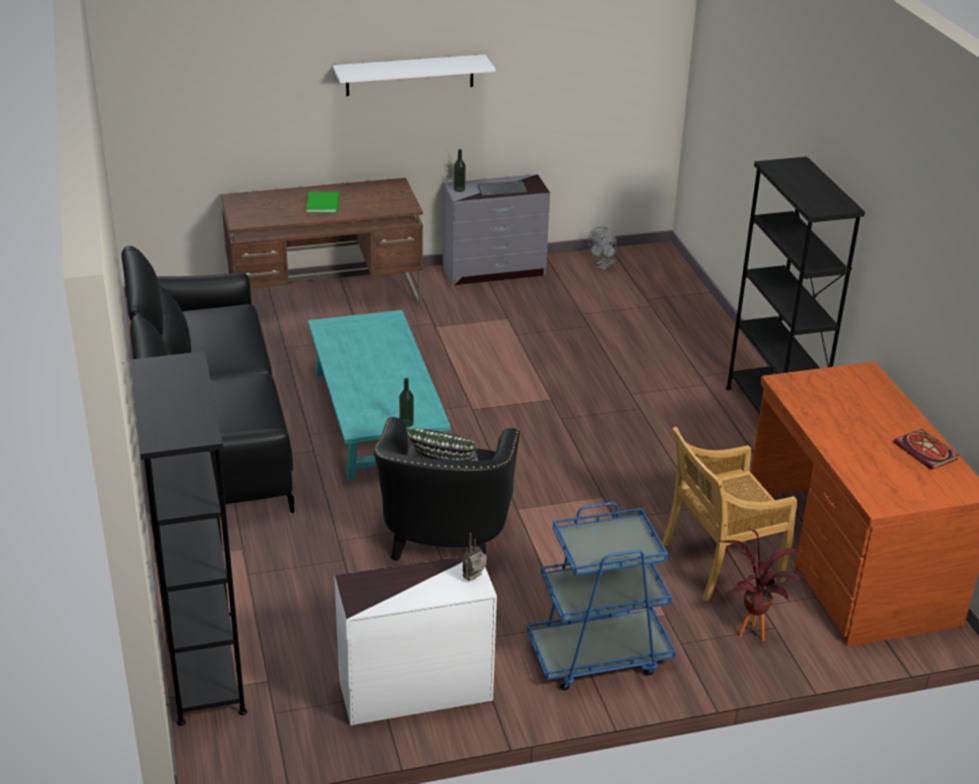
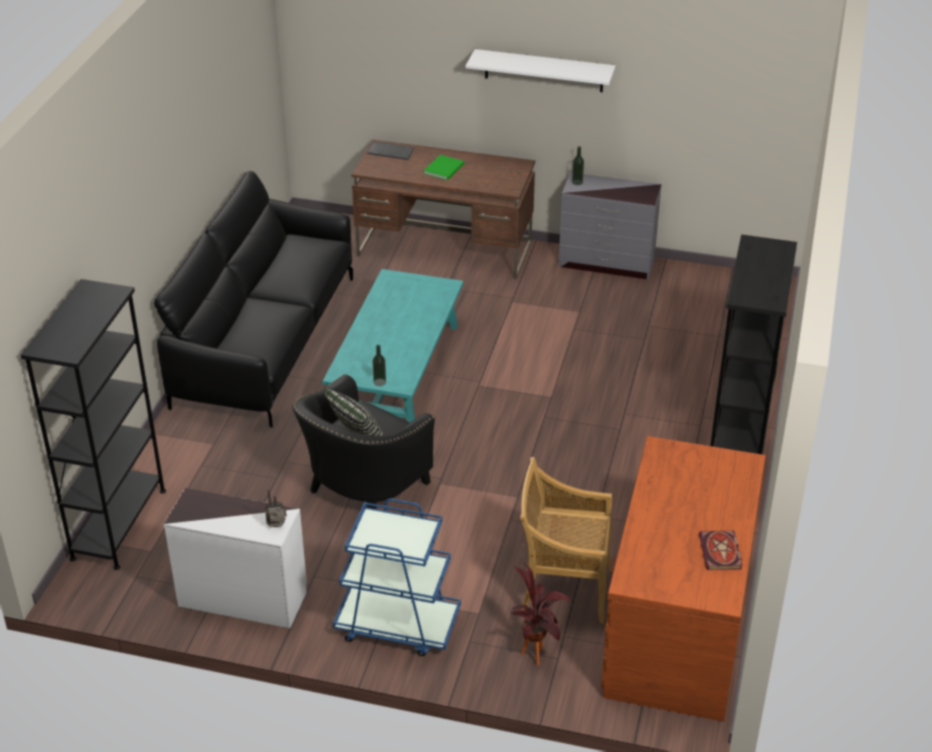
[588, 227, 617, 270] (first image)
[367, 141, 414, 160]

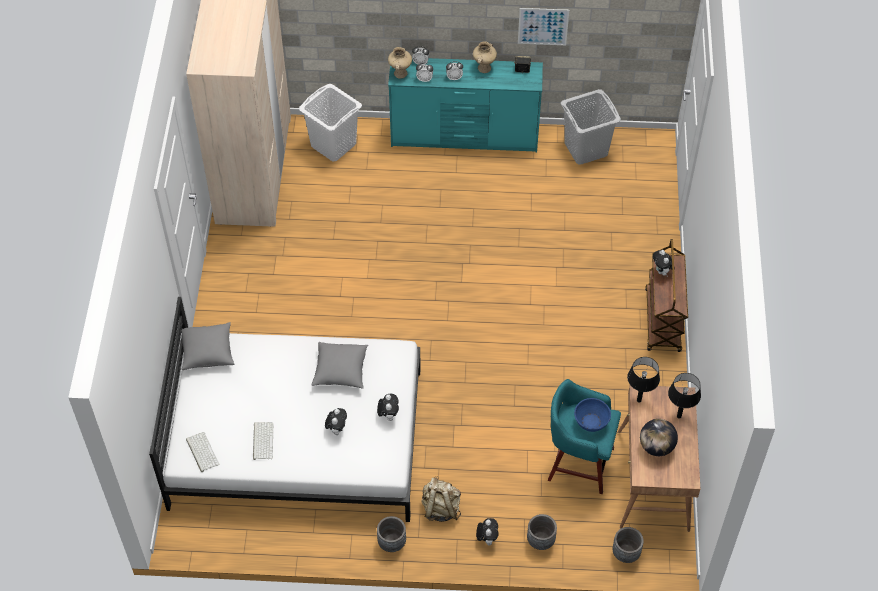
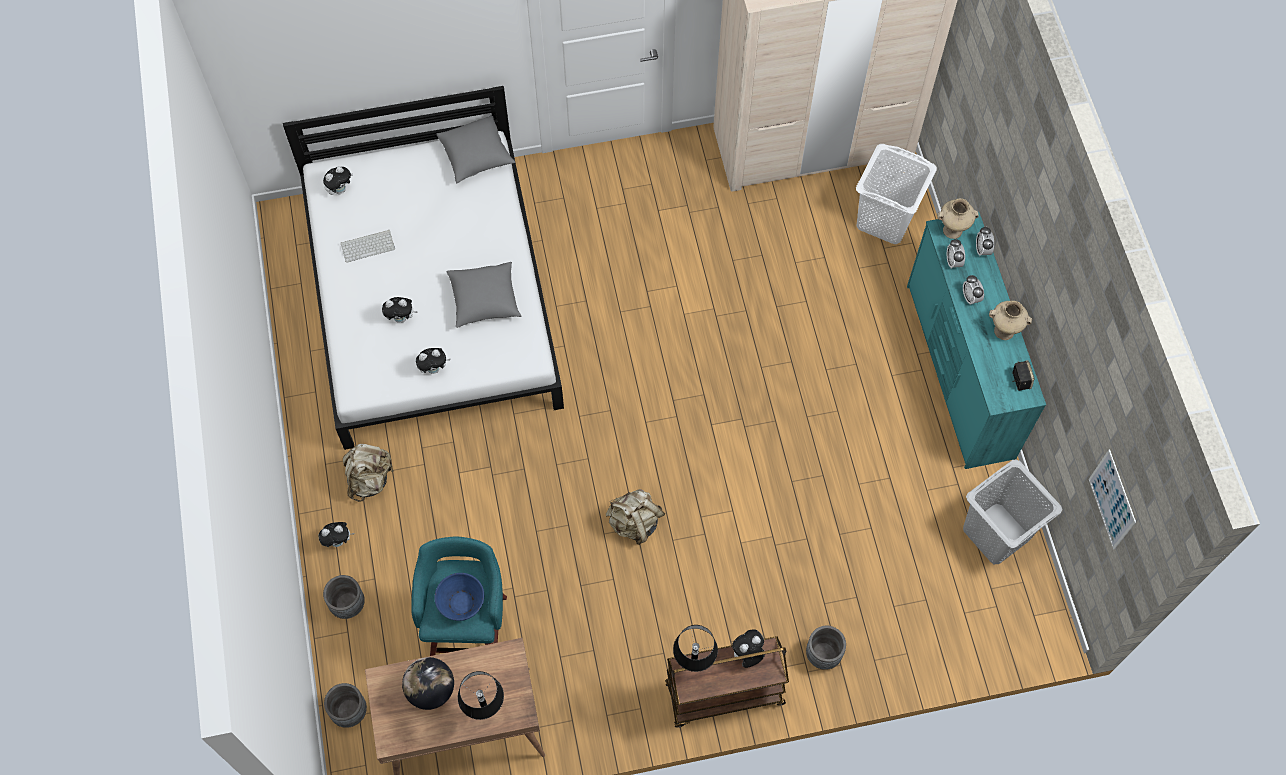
[606, 489, 665, 545]
[806, 626, 846, 670]
[1089, 449, 1136, 550]
[673, 625, 718, 672]
[323, 166, 353, 195]

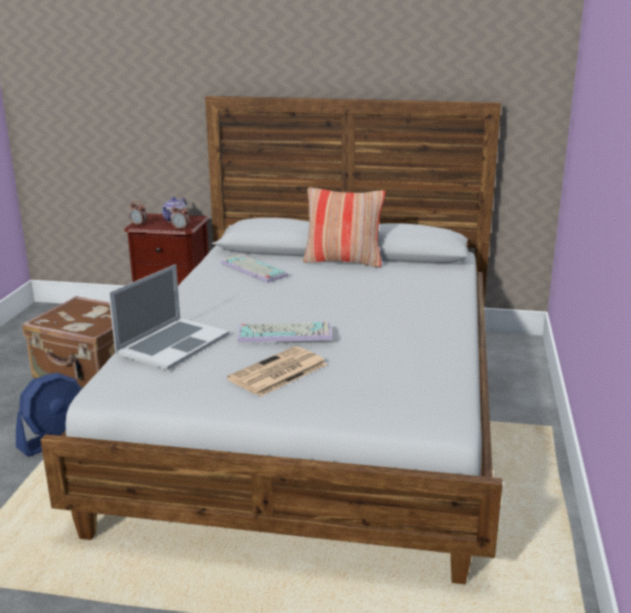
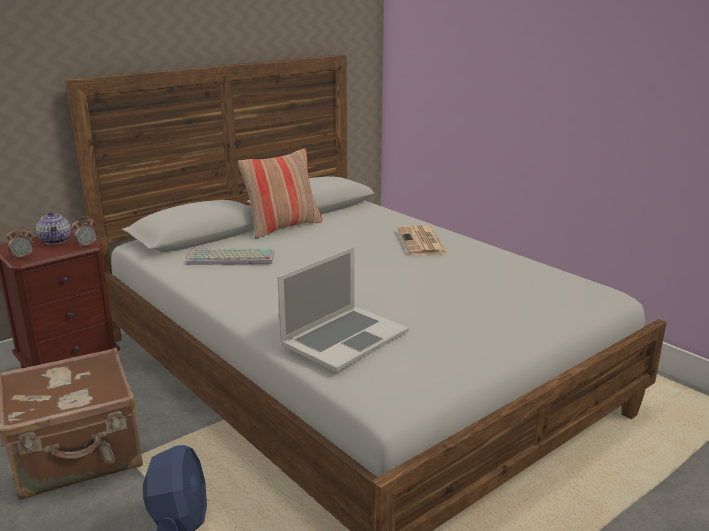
[237, 322, 332, 343] (first image)
[397, 225, 447, 256]
[277, 247, 409, 372]

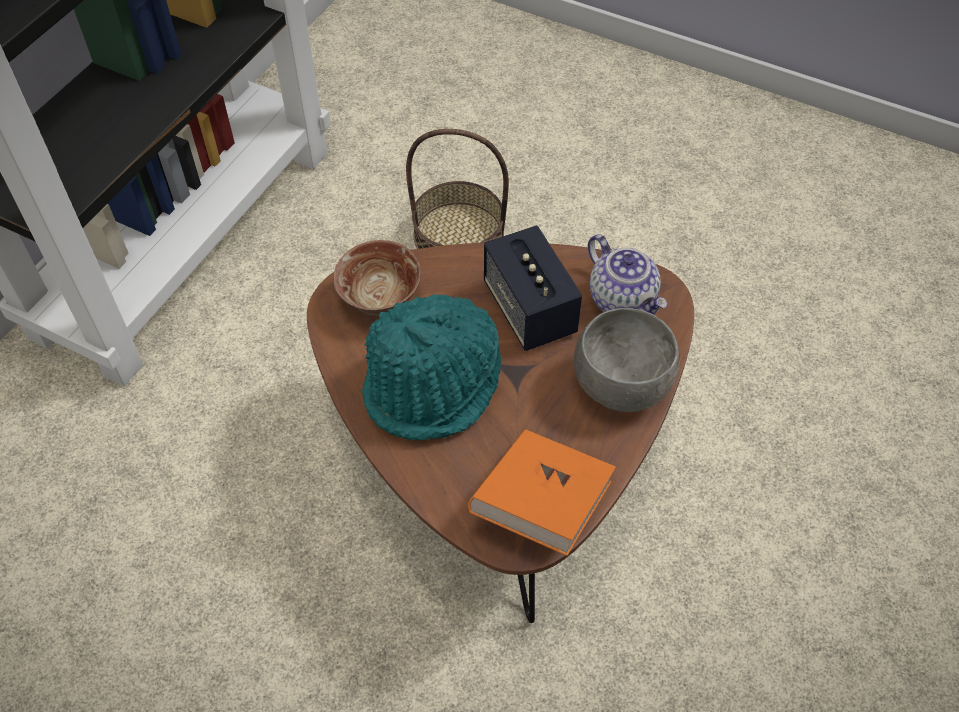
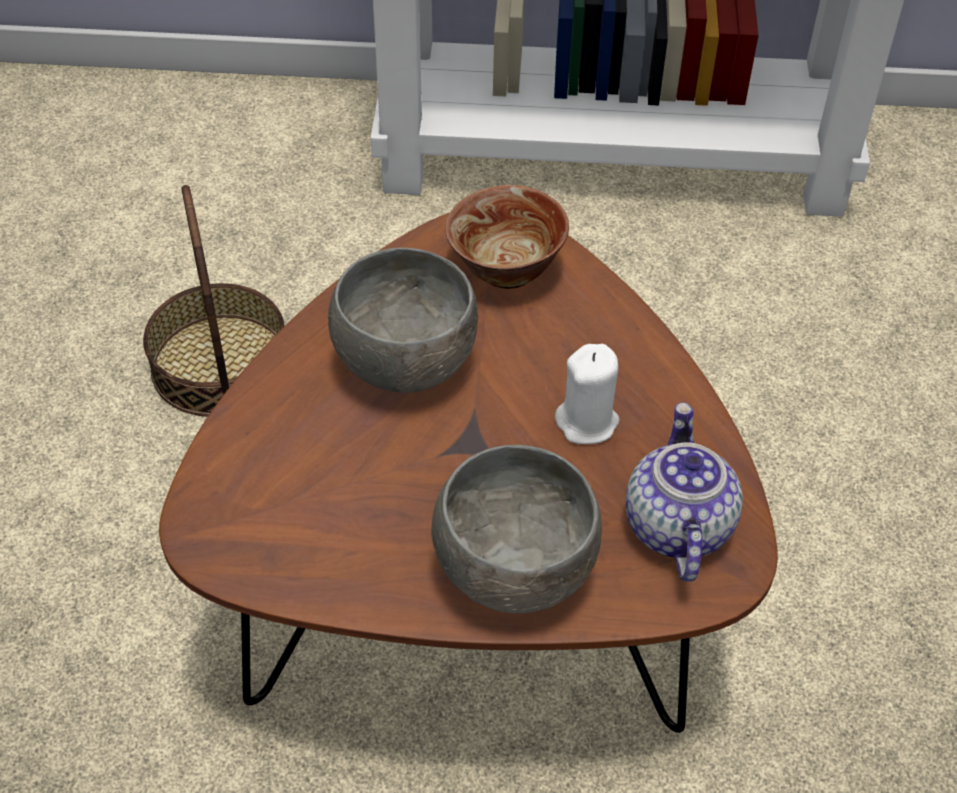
[468, 429, 616, 556] (first image)
[143, 185, 284, 417]
[328, 248, 478, 393]
[555, 344, 620, 444]
[625, 402, 743, 582]

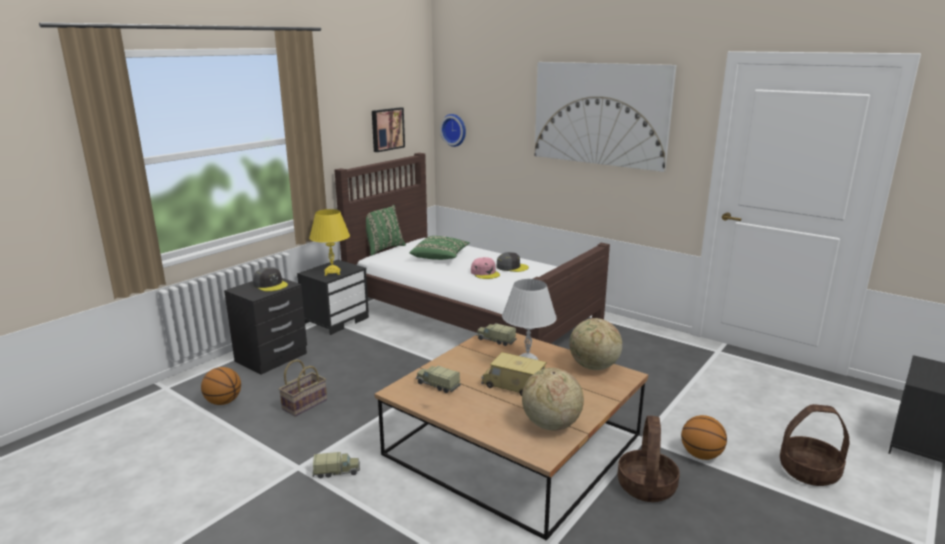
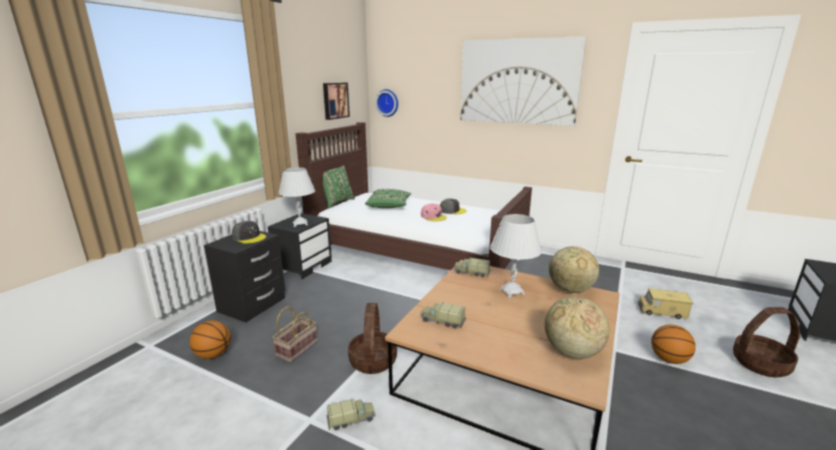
[638, 288, 693, 319]
[348, 303, 397, 374]
[278, 167, 315, 227]

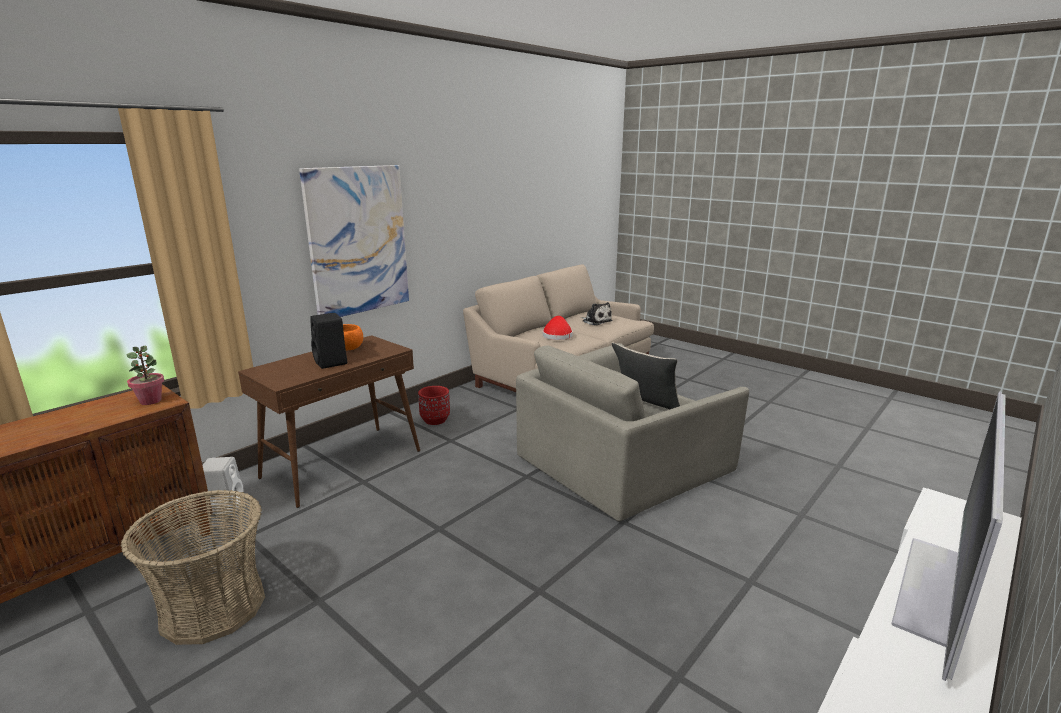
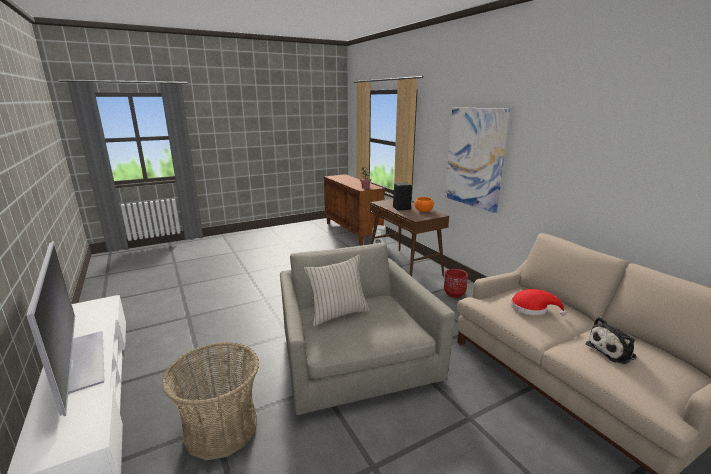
[162, 342, 259, 460]

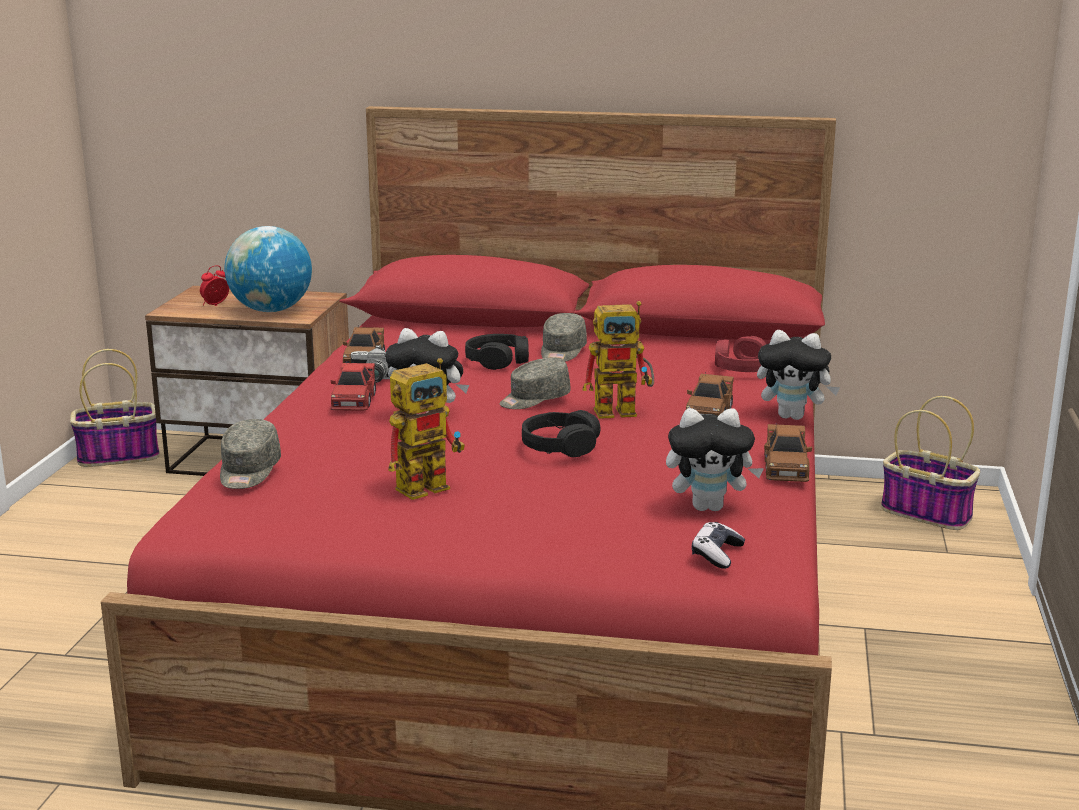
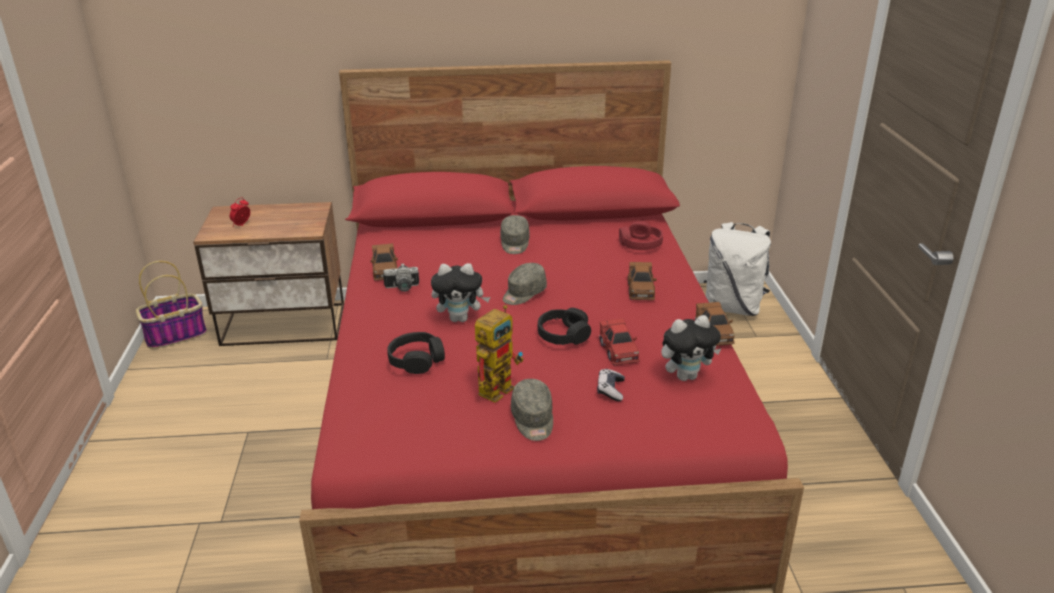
[225, 226, 312, 312] (first image)
[582, 301, 654, 419] (first image)
[757, 330, 840, 420] (first image)
[511, 379, 553, 441]
[599, 318, 640, 365]
[388, 332, 445, 374]
[597, 369, 625, 401]
[704, 222, 771, 316]

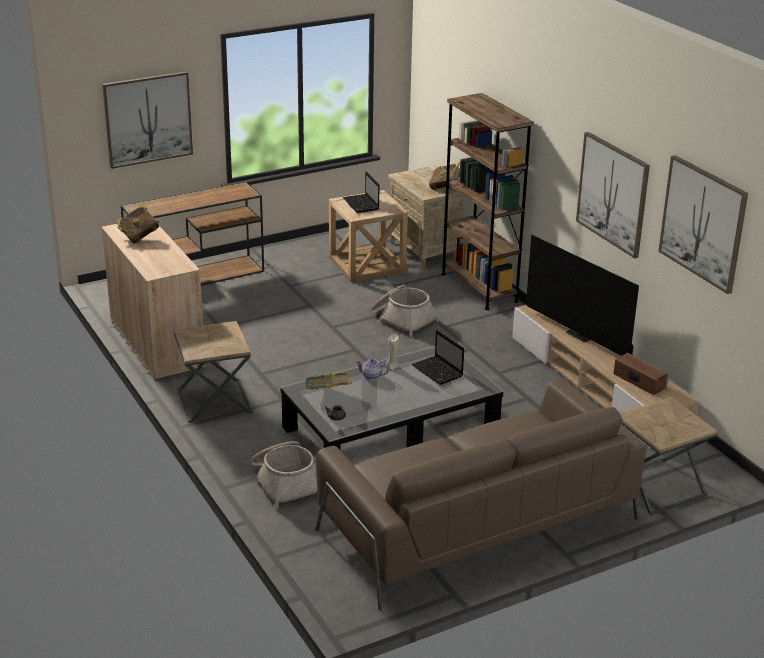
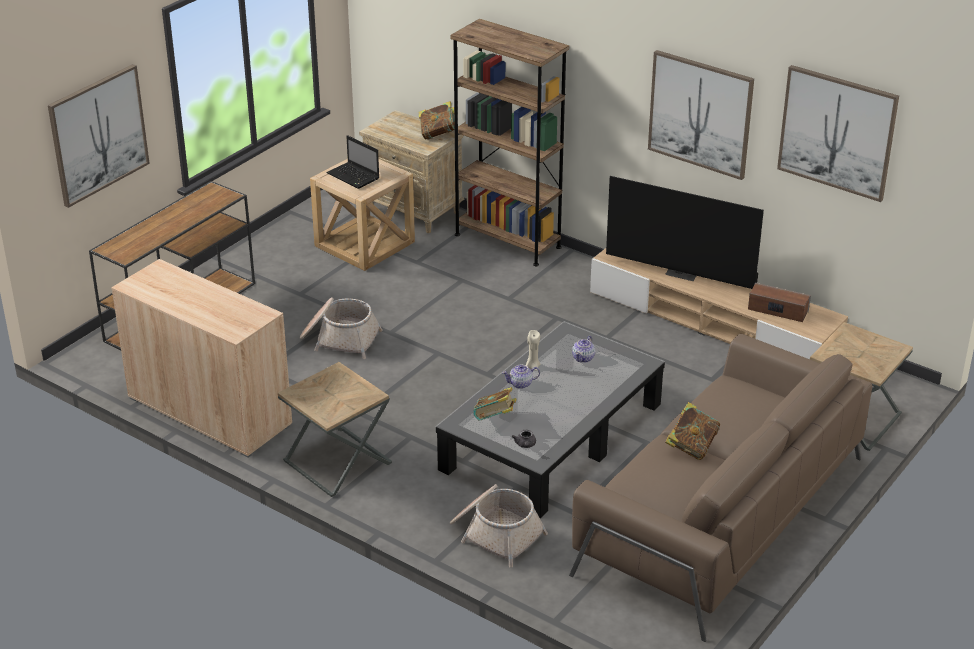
[665, 402, 720, 460]
[300, 297, 383, 359]
[572, 336, 595, 363]

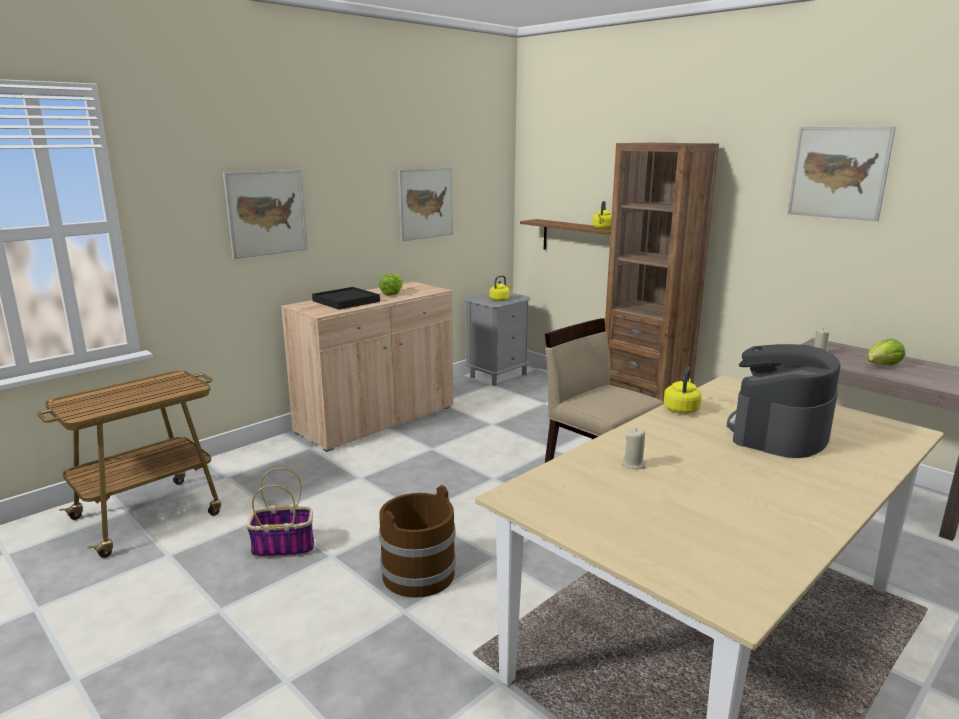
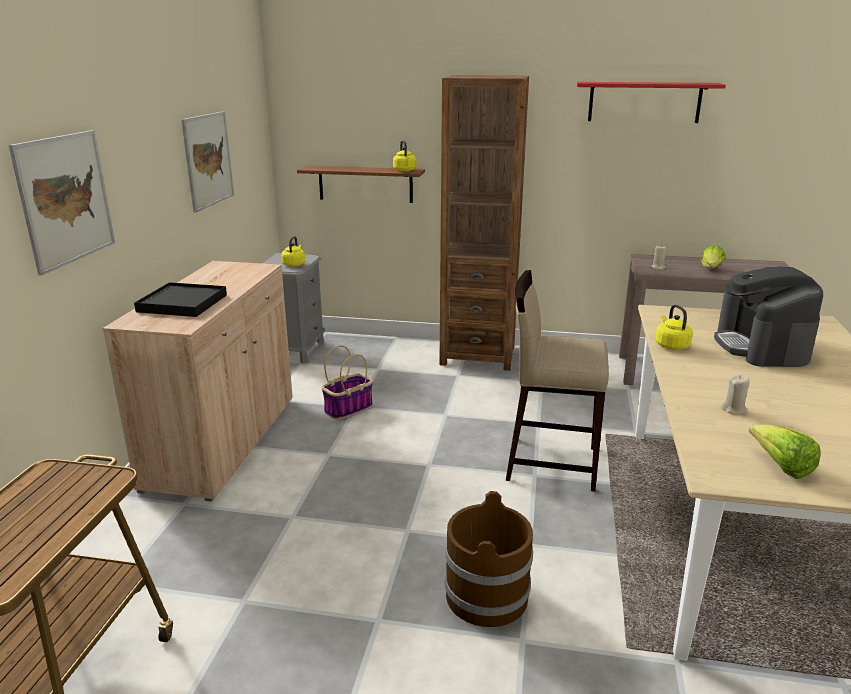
[321, 345, 373, 420]
[749, 424, 820, 479]
[577, 82, 726, 123]

